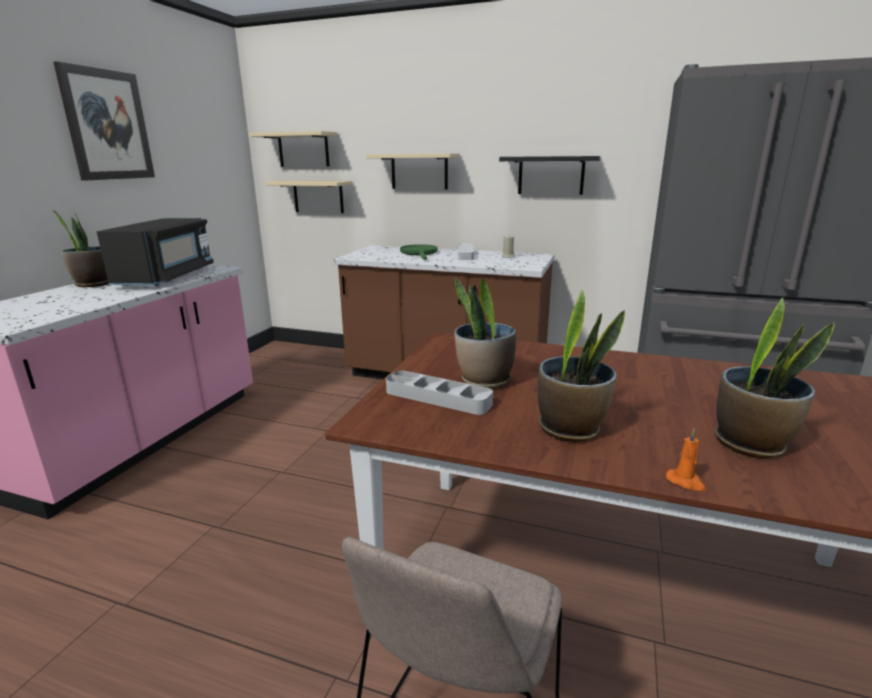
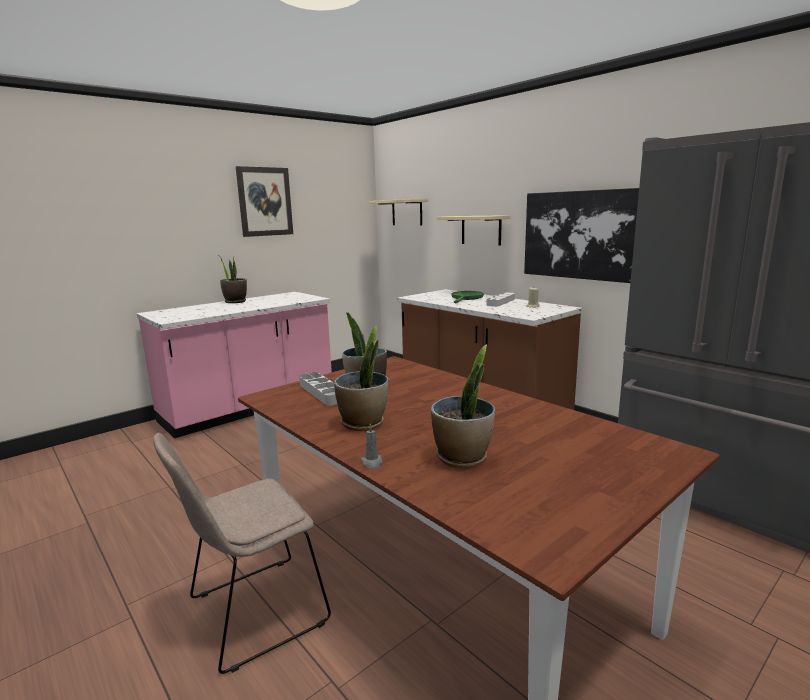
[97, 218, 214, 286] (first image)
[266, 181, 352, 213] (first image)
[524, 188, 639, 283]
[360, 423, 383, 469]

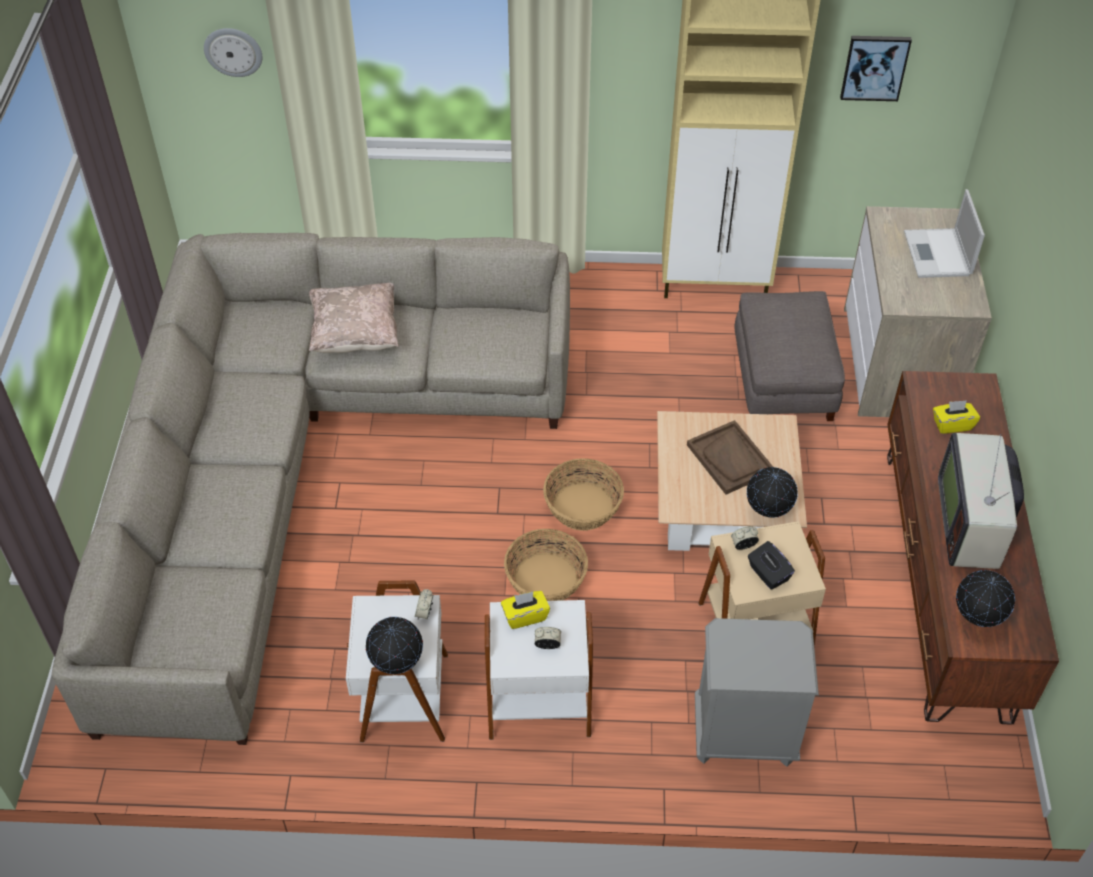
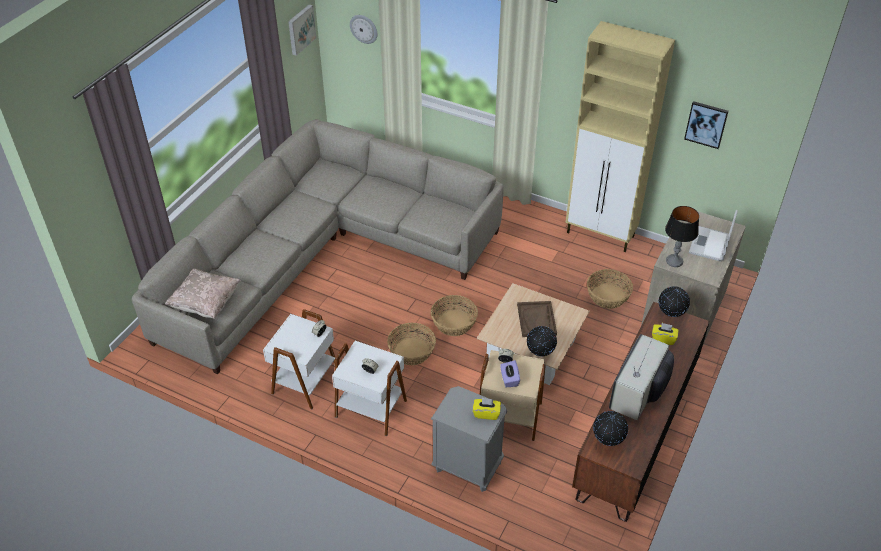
[288, 4, 316, 56]
[665, 206, 699, 267]
[165, 268, 241, 319]
[659, 286, 690, 317]
[473, 398, 501, 420]
[587, 269, 633, 309]
[500, 360, 520, 387]

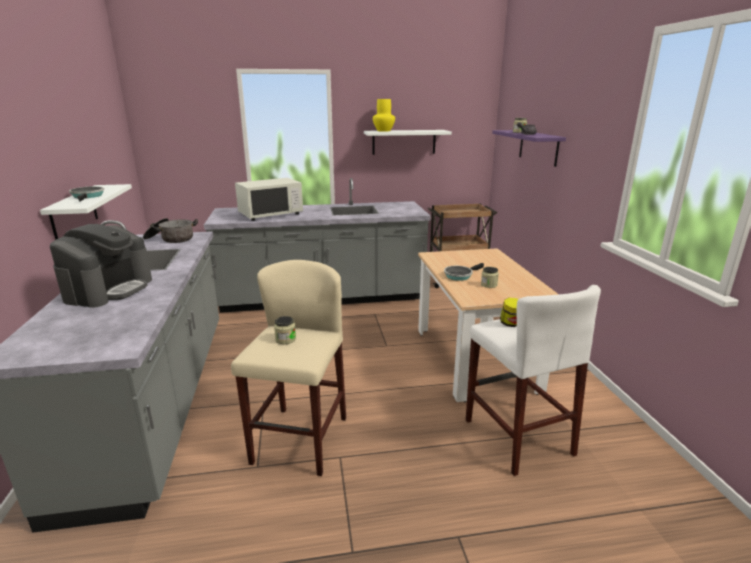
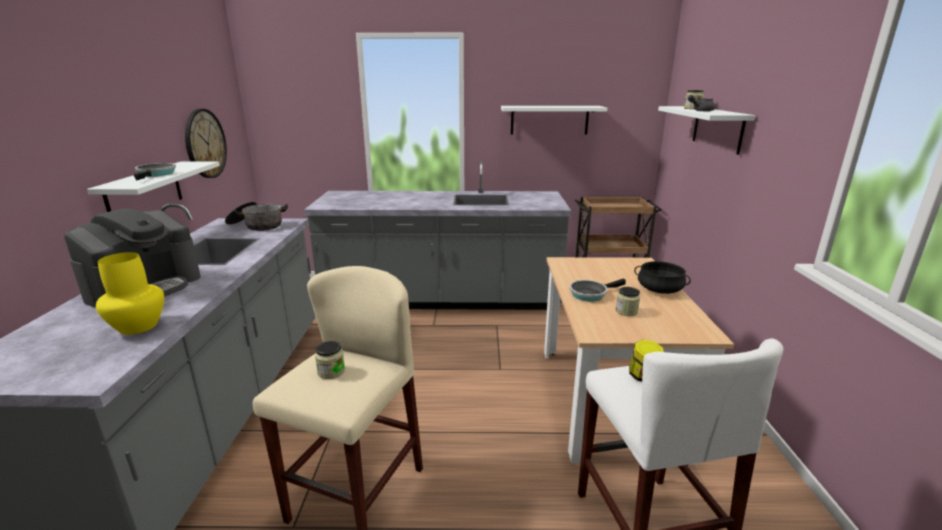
[235, 178, 303, 221] (first image)
[185, 109, 227, 178]
[634, 261, 691, 294]
[96, 252, 164, 335]
[658, 106, 755, 155]

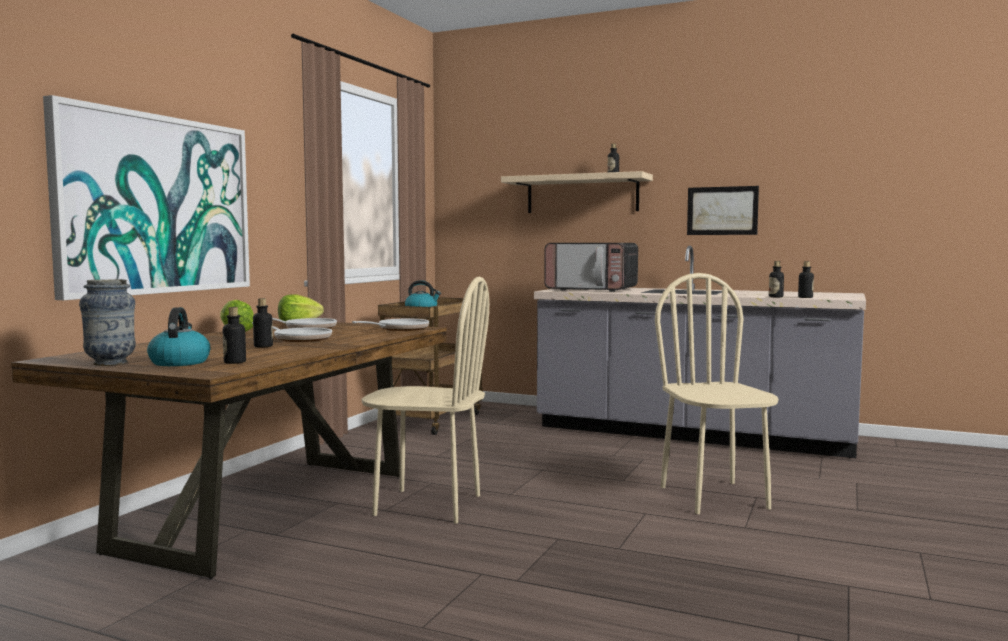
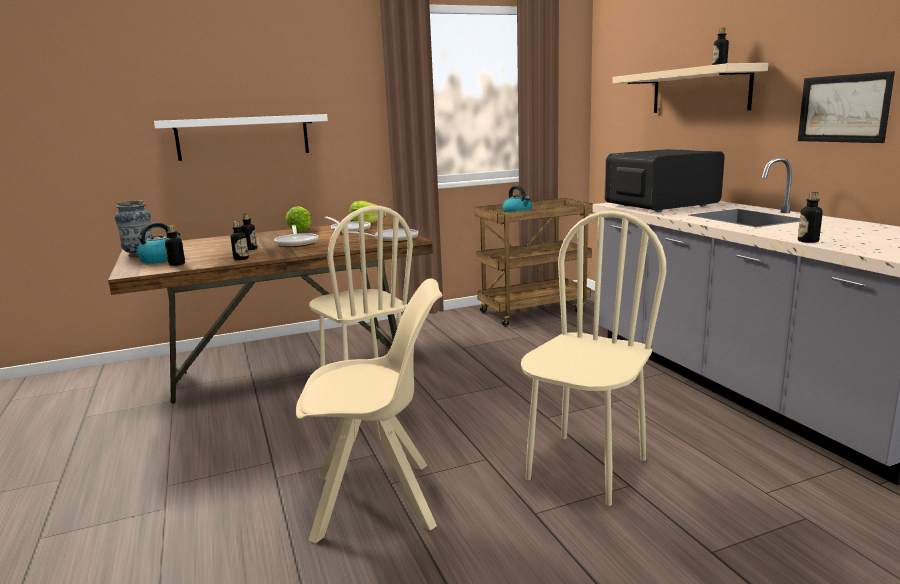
[296, 278, 442, 543]
[231, 221, 249, 260]
[154, 114, 328, 161]
[604, 149, 725, 212]

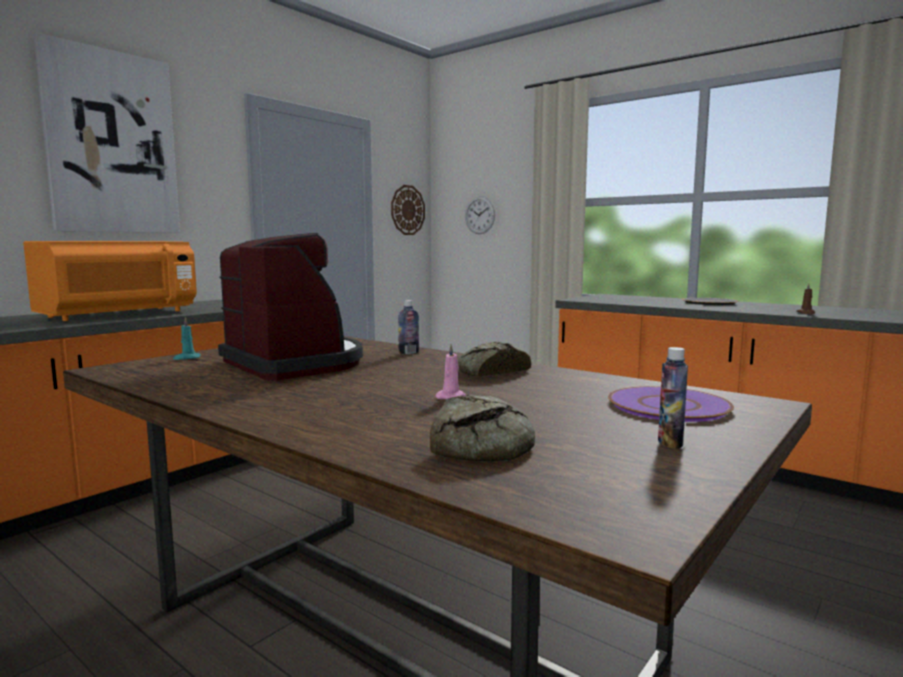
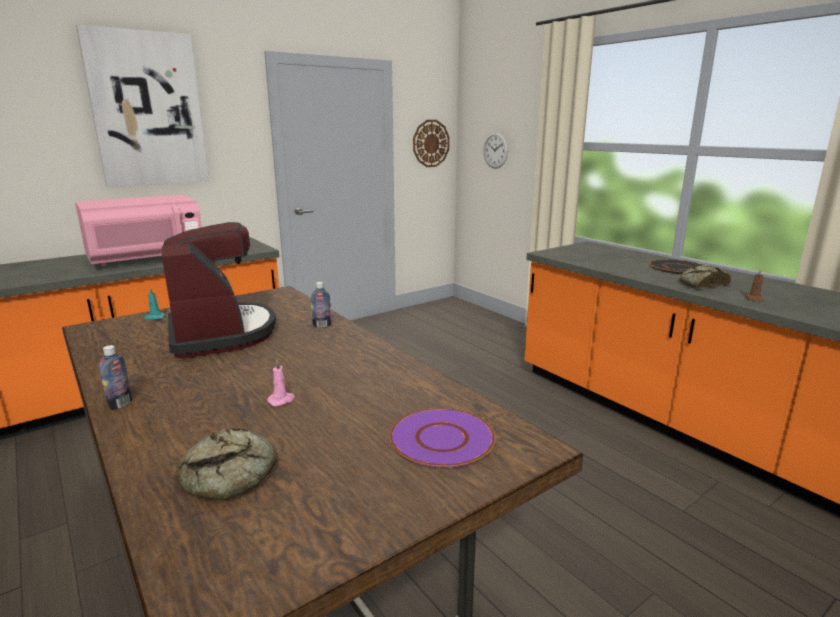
[680, 265, 731, 288]
[99, 345, 132, 410]
[75, 195, 202, 267]

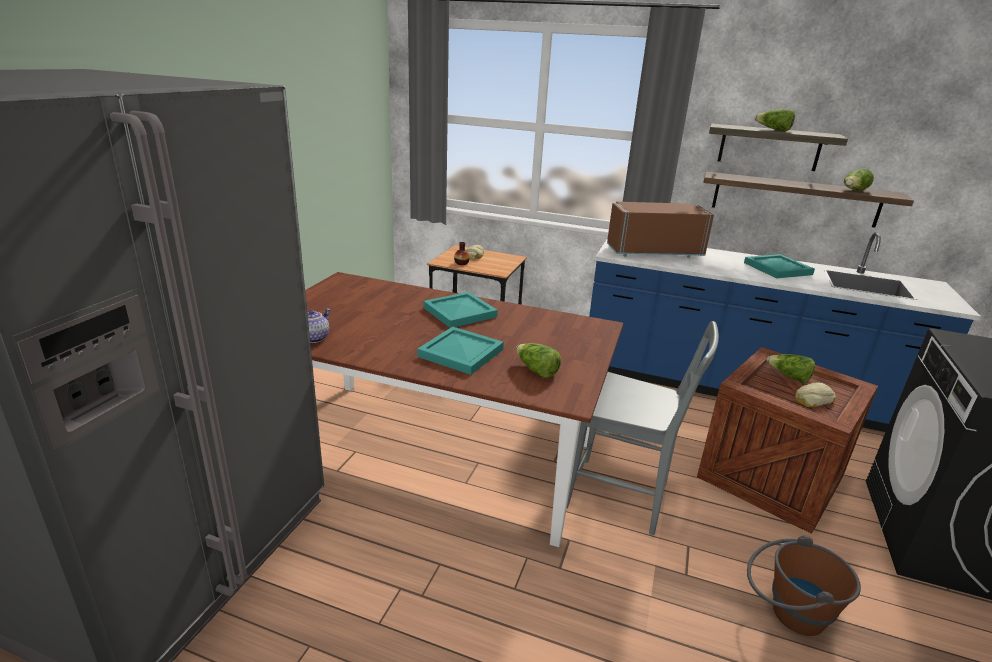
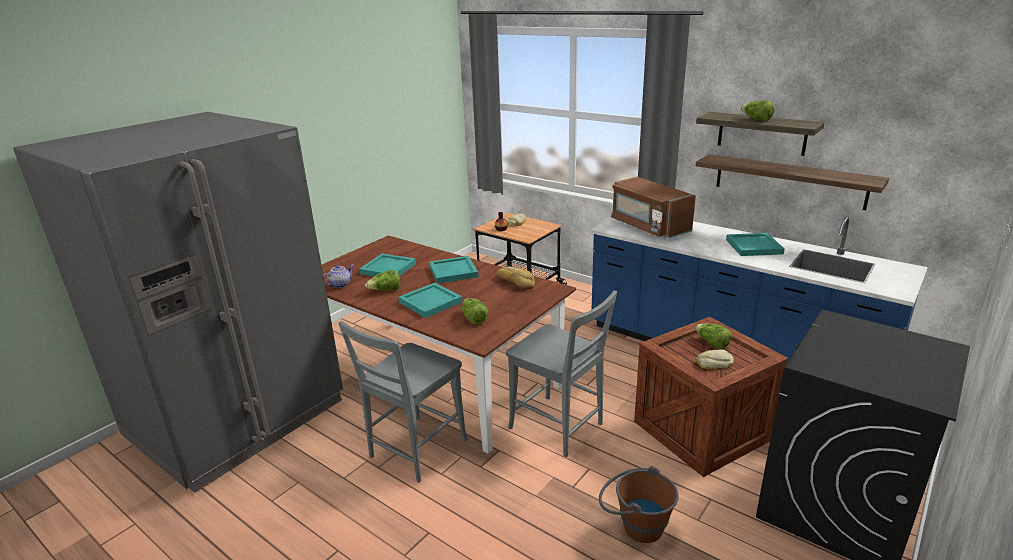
[338, 321, 468, 483]
[359, 253, 416, 277]
[497, 267, 535, 290]
[365, 270, 401, 291]
[611, 177, 696, 238]

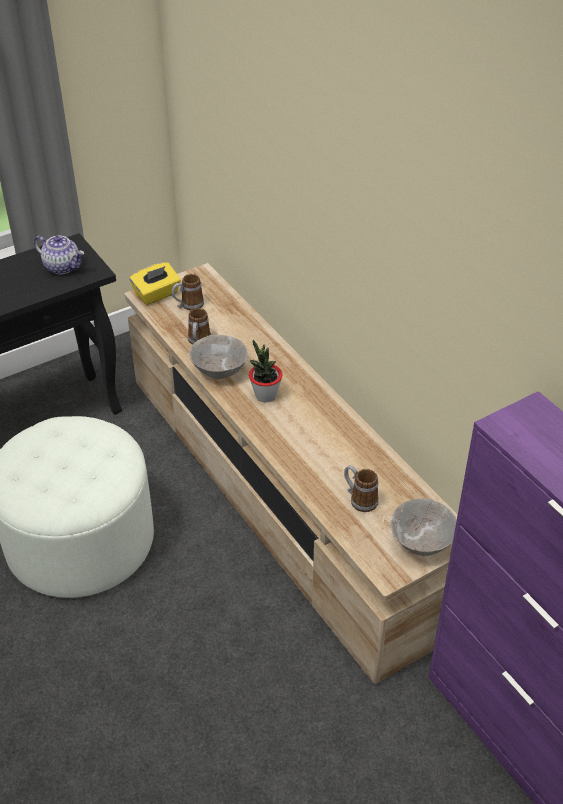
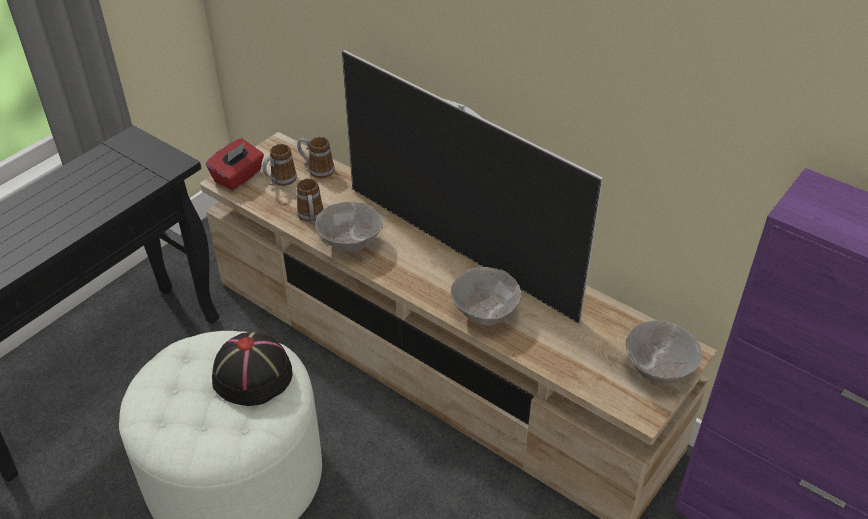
[34, 235, 84, 274] (first image)
[249, 340, 283, 402] (first image)
[212, 332, 293, 406]
[342, 50, 603, 324]
[451, 267, 522, 326]
[297, 137, 335, 178]
[206, 138, 264, 191]

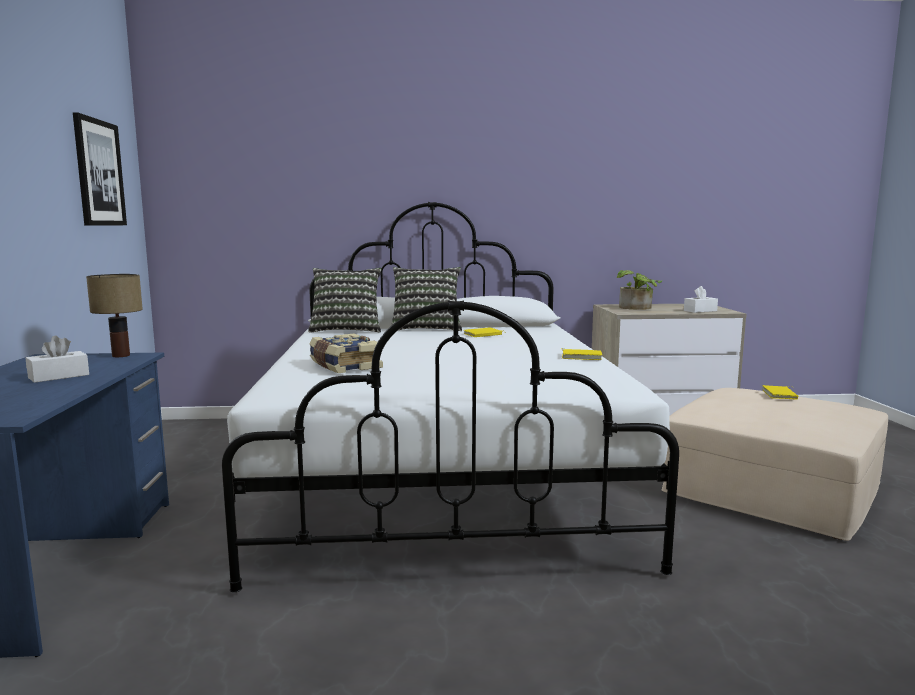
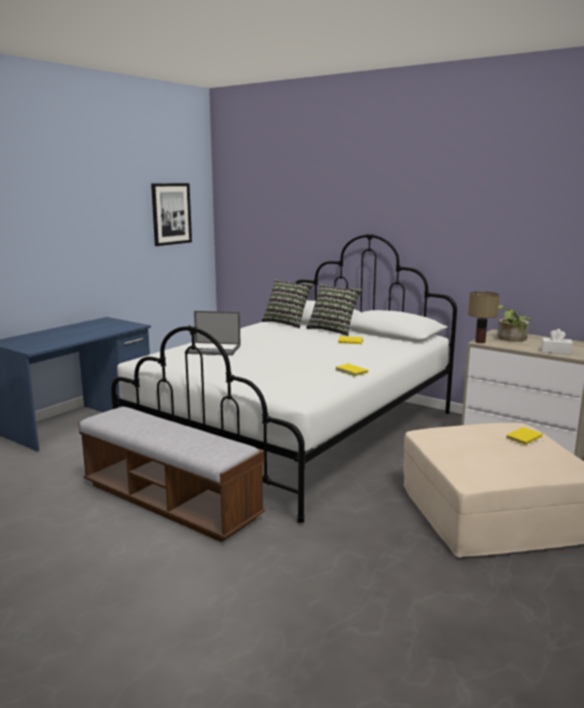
[26, 336, 89, 383] (first image)
[78, 407, 265, 542]
[468, 292, 499, 343]
[185, 311, 241, 356]

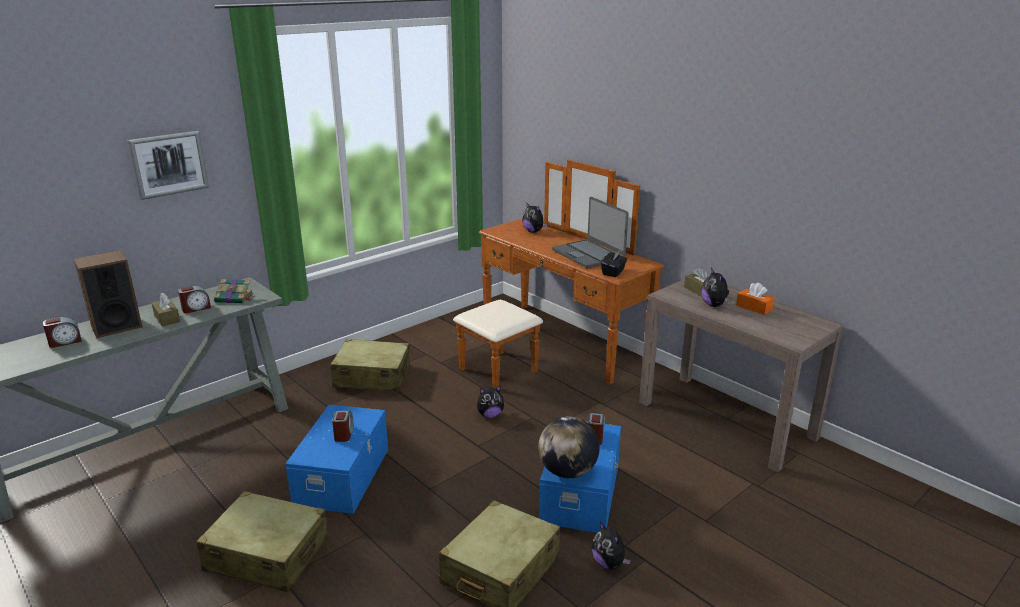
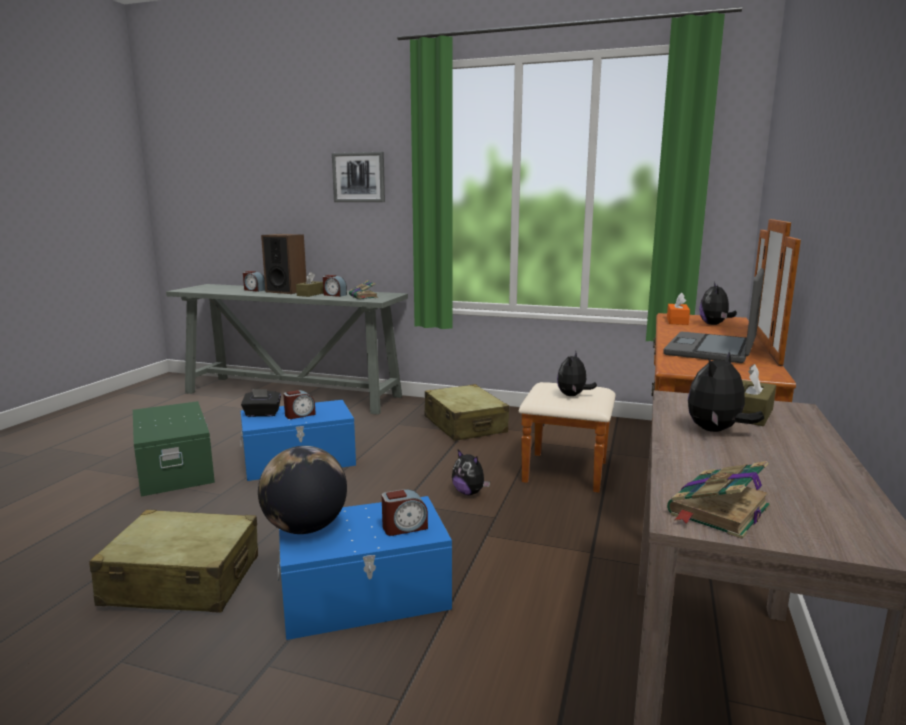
[667, 461, 770, 539]
[557, 351, 597, 396]
[241, 389, 281, 417]
[667, 292, 690, 325]
[133, 401, 215, 497]

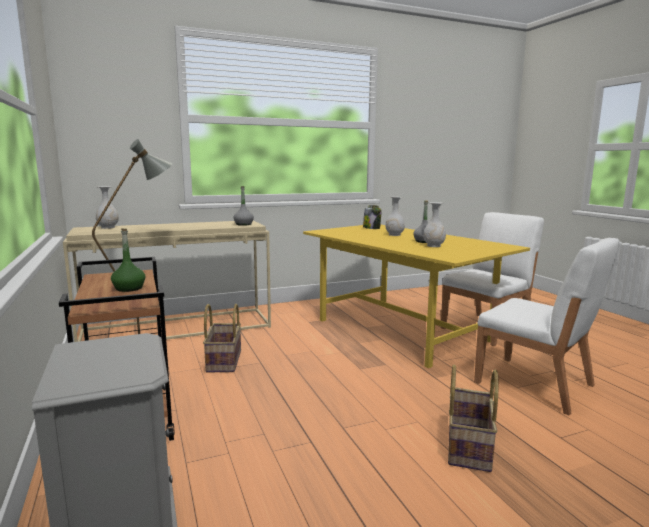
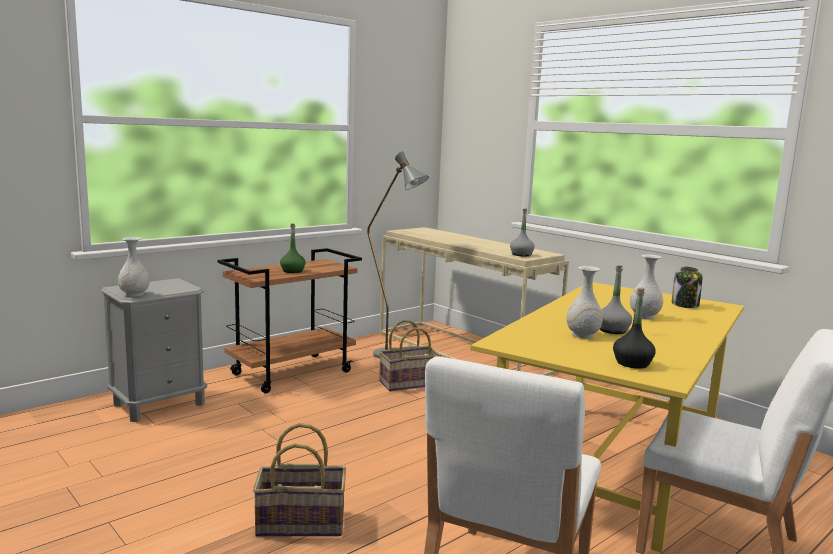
[613, 288, 656, 369]
[118, 237, 150, 297]

